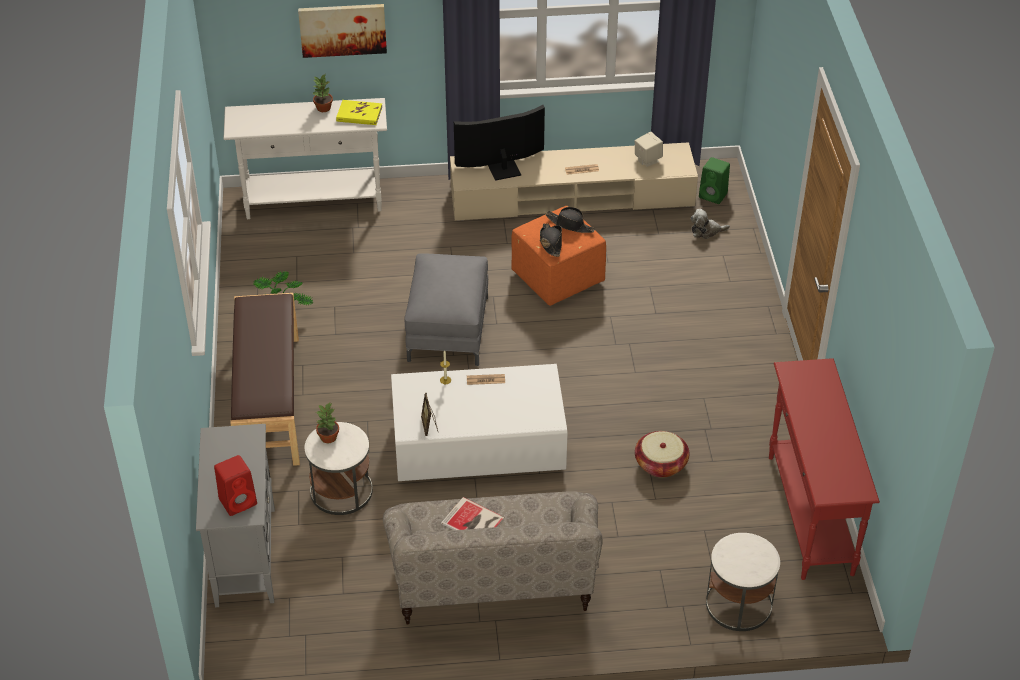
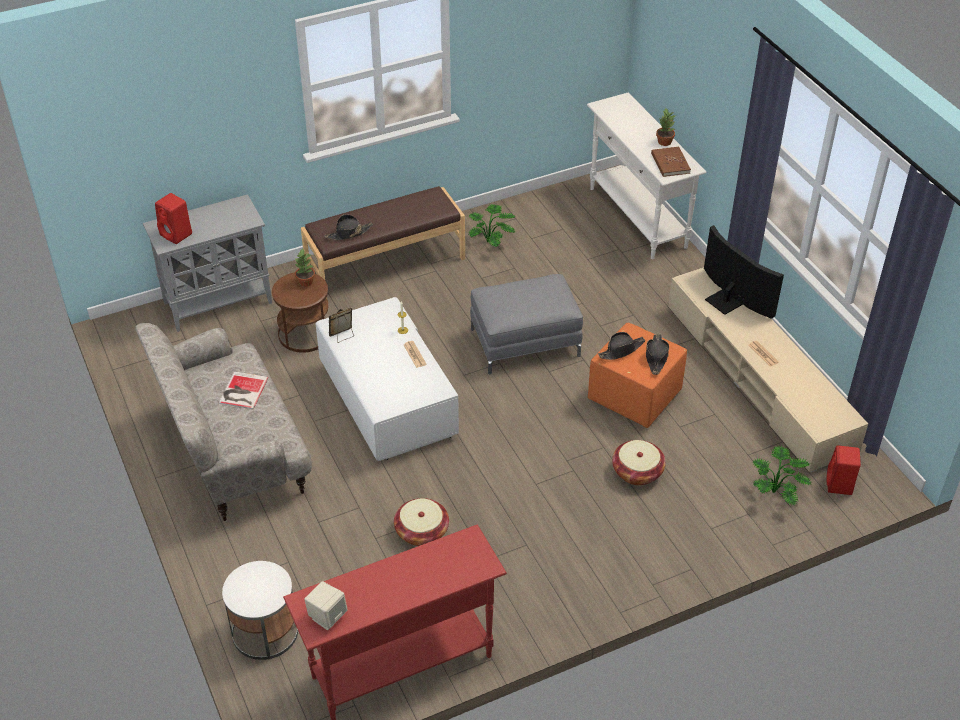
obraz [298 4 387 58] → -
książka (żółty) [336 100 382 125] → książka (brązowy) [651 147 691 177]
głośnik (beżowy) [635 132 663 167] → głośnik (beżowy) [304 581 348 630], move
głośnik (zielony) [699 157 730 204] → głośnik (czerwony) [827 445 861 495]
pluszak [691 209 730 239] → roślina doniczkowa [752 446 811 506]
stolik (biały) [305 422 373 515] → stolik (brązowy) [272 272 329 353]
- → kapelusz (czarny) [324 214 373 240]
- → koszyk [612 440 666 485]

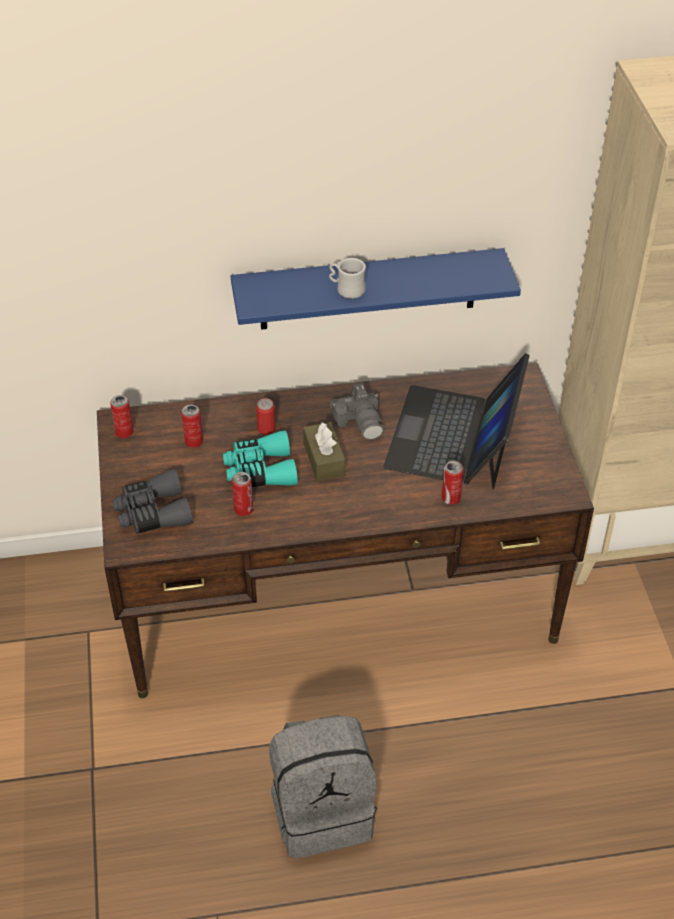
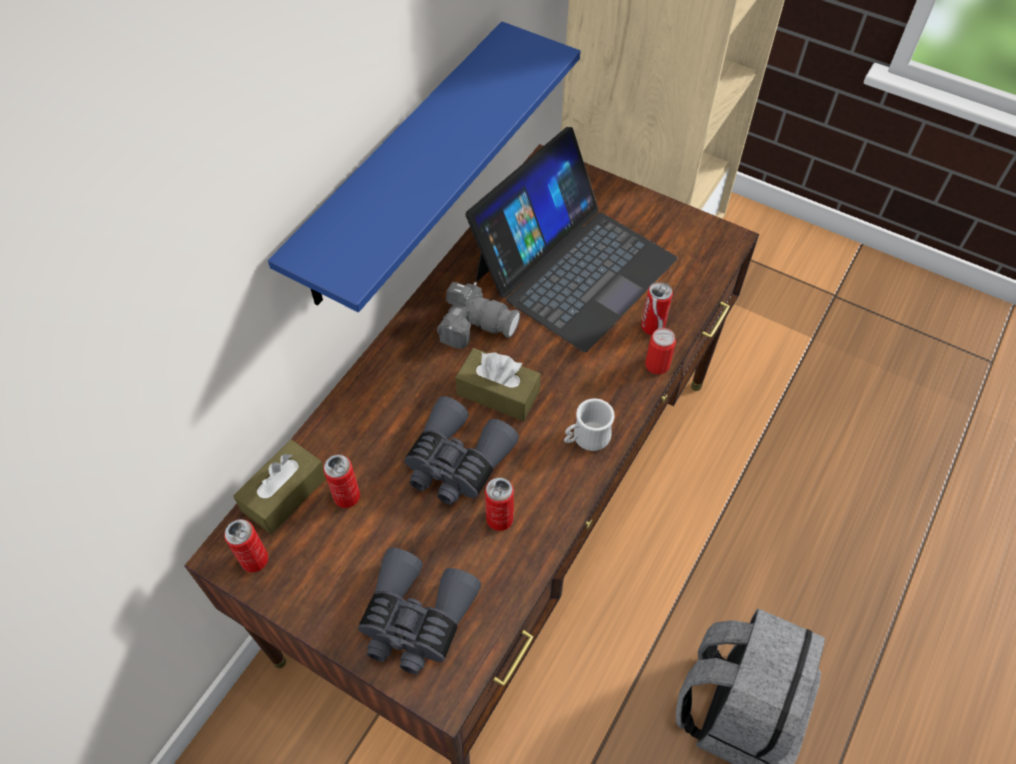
kubek (biały) [329 258 366 299] → kubek (biały) [564 398 615 451], move
laptop [383 353 530 490] → laptop [466 127 677 352], 105 degrees counterclockwise
puszka [256 398 276 435] → puszka [645 328 676 374], move
lornetka (turkusowy) [223 430 298 487] → lornetka (szary) [404 396 519 505]
- → pudełko chusteczek (brązowy) [233 440 326 534]

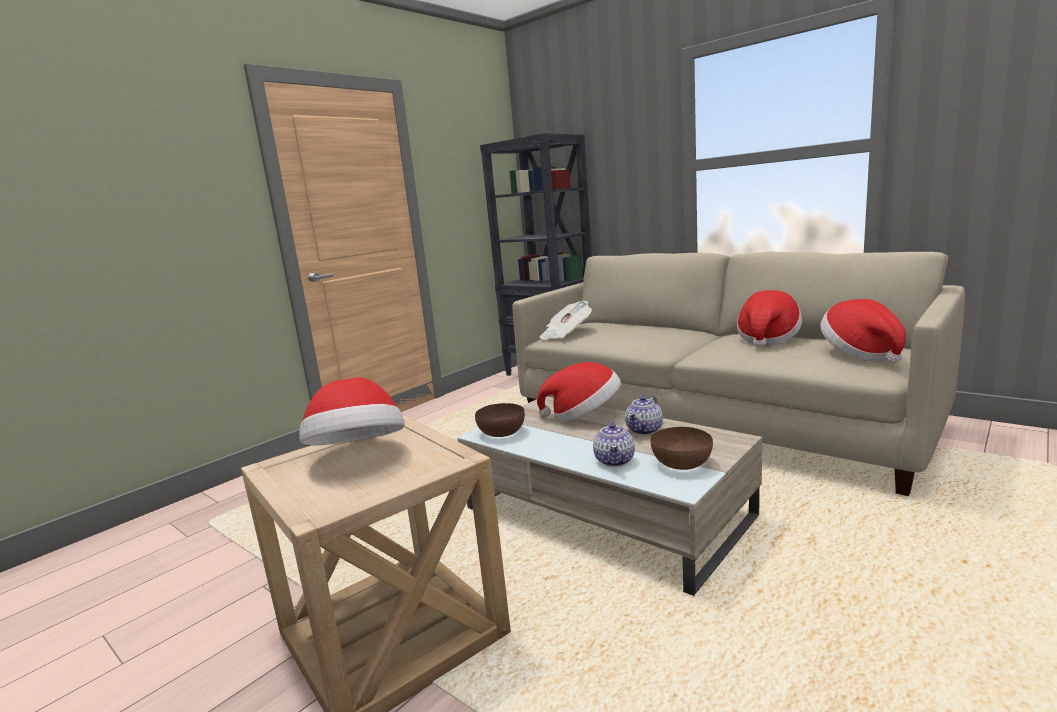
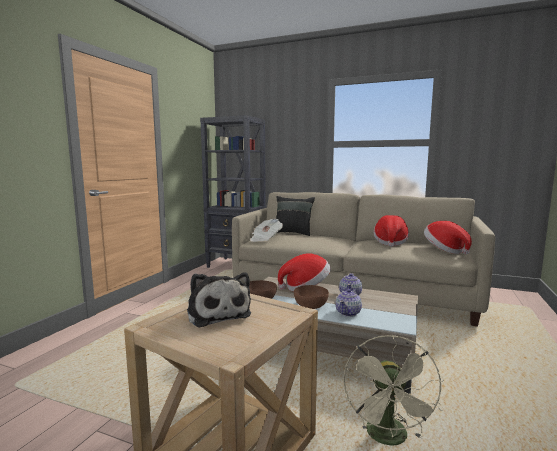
kapelusz [299 377 405 445] → pluszak [187 272 251 328]
imbryk [593 421 635 467] → imbryk [336 289 362 317], 45 degrees clockwise
miska (brązowy) [651 427 713 470] → miska (brązowy) [294 285 329 309], move
- → poduszka (czarny) [276 196 315 236]
- → wentylator (beżowy) [343 335 444 446]

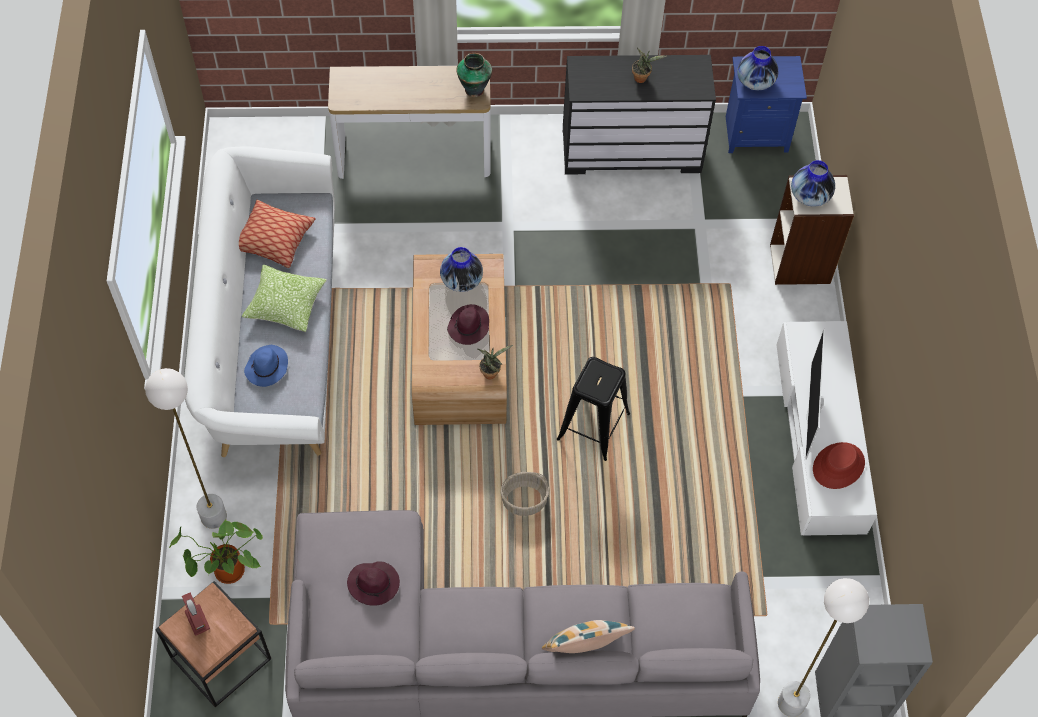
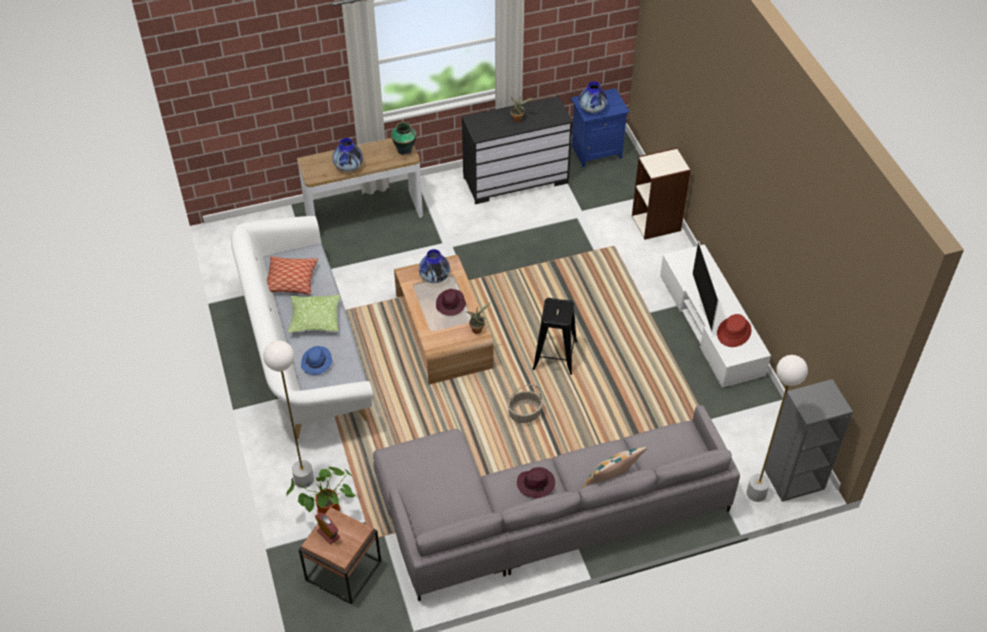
wazon [791 160 835 206] → wazon [333 138 363 172], move
kapelusz (fioletowy) [347 561 400 606] → kapelusz (fioletowy) [517 467 555 498], move

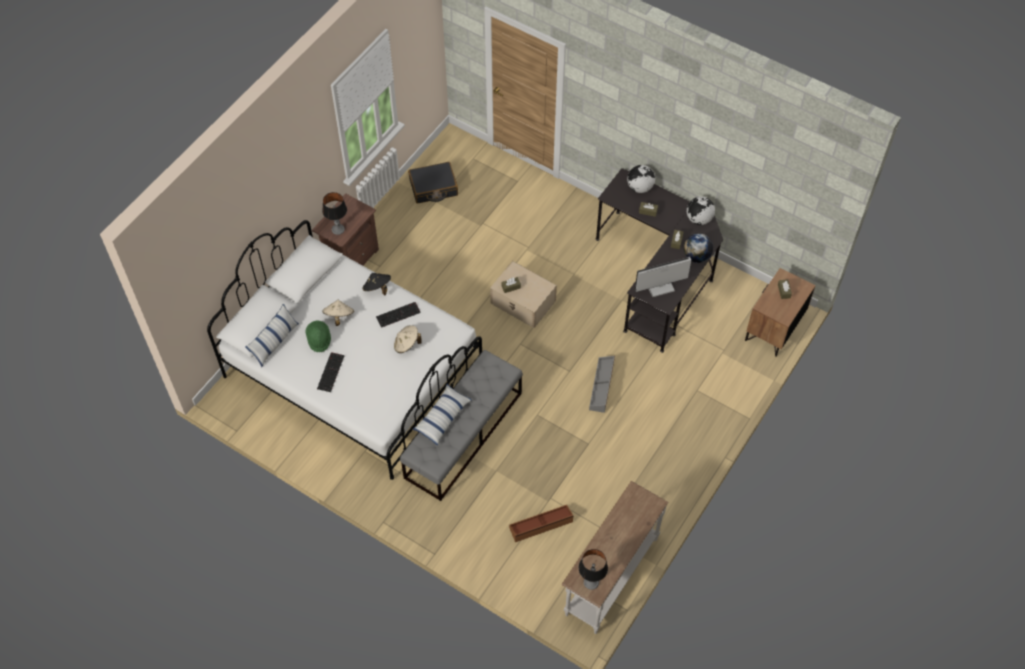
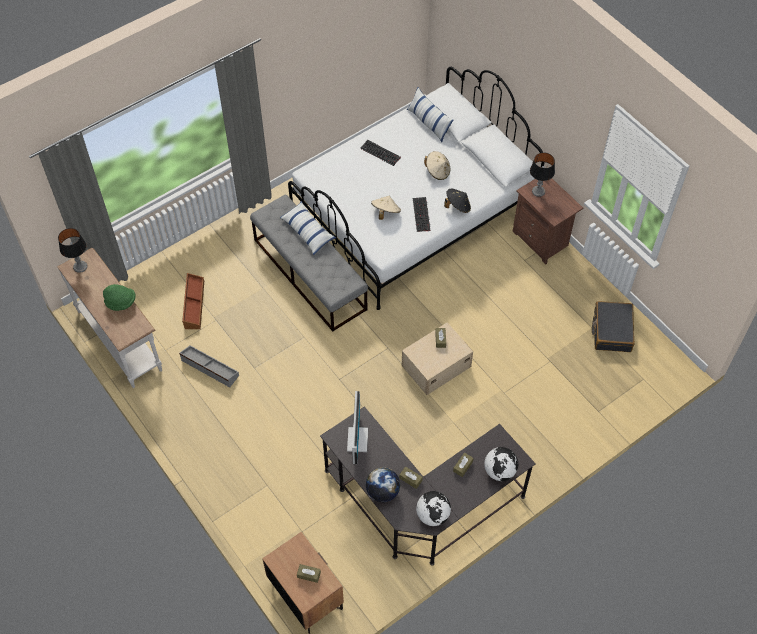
kapelusz (zielony) [305 320 331 352] → kapelusz (zielony) [103 284 136 311], move
pojemnik do przechowywania (szary) [589 356 615 413] → pojemnik do przechowywania (szary) [179 346 239 387], move

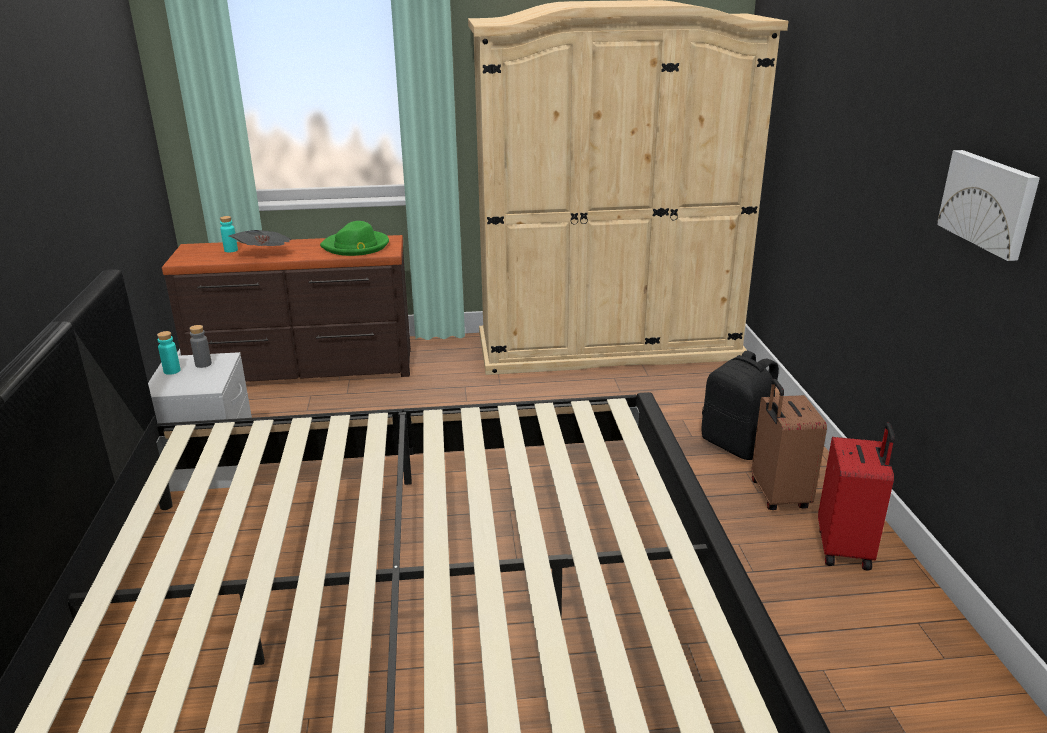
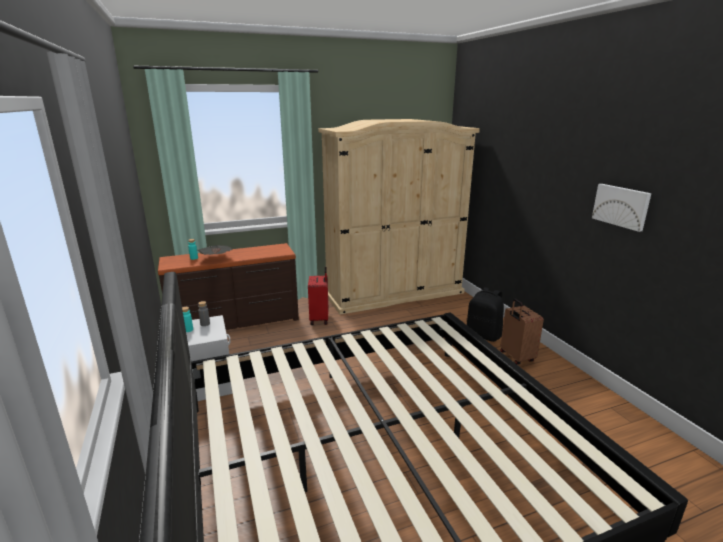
kapelusz (zielony) [320 221 389 256] → -
walizka (czerwony) [818 423 895 571] → walizka (czerwony) [308 267 329 325], move

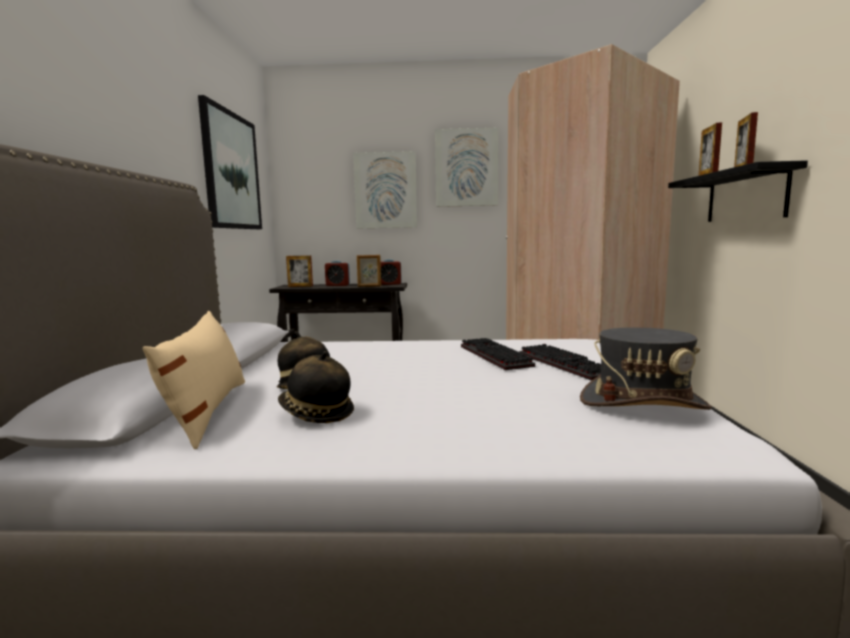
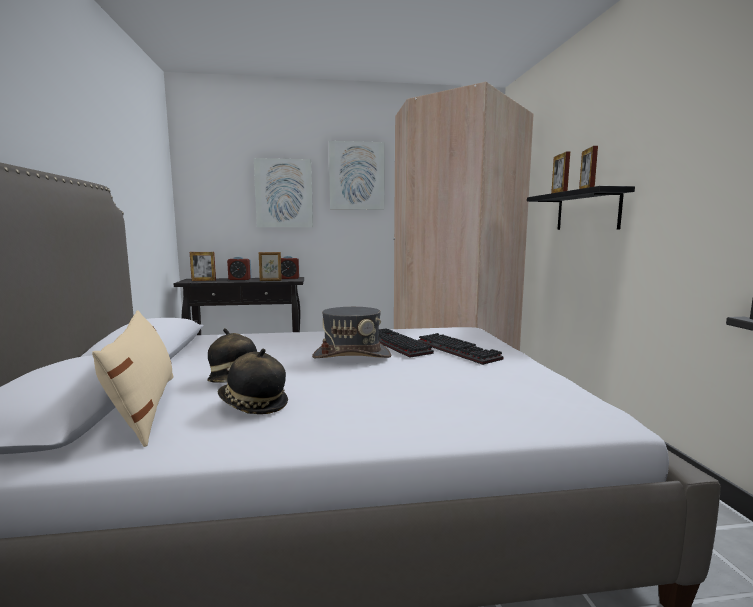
obraz [198 95 262 229] → -
kapelusz (szary) [580 327 712 410] → kapelusz (szary) [312 307 391 358], move

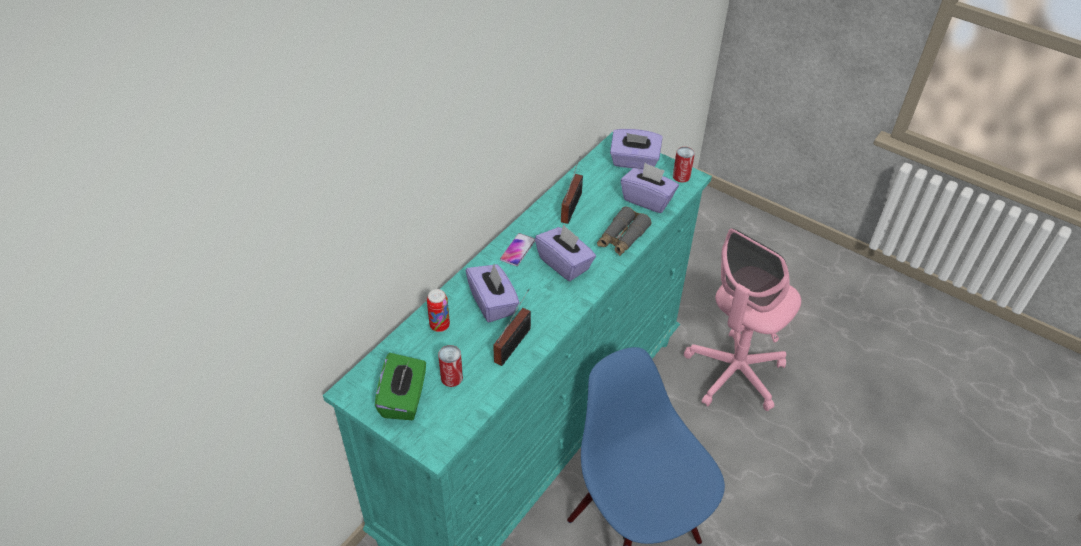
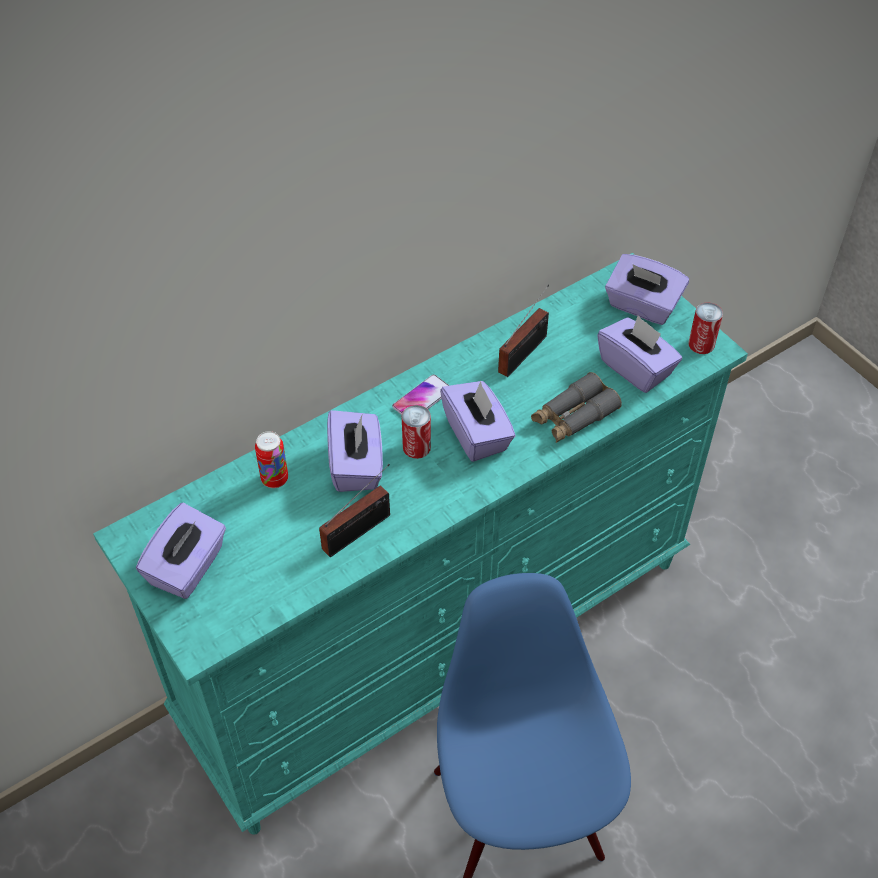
krzesło biurowe (różowy) [684 228 801 411] → -
puszka [438 345 463 387] → puszka [402 405 431 459], move
pudełko chusteczek (zielony) [375 353 426 420] → pudełko chusteczek (fioletowy) [136 503 226 599]

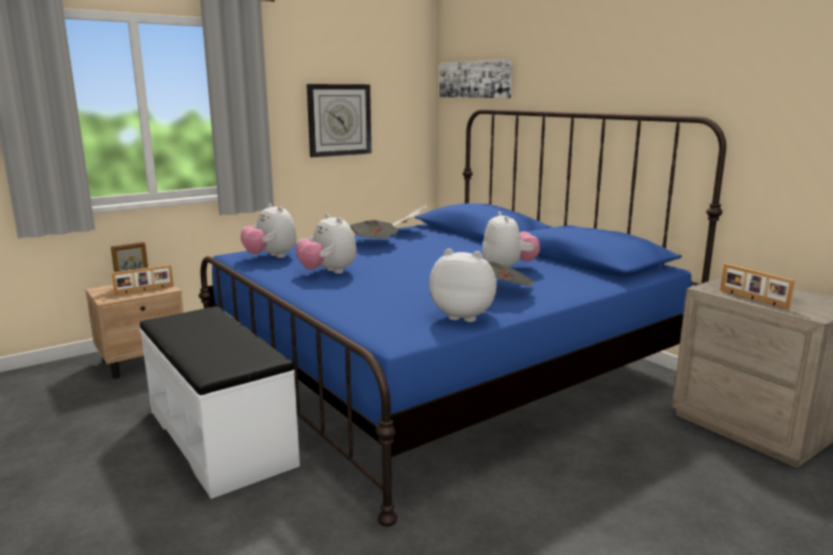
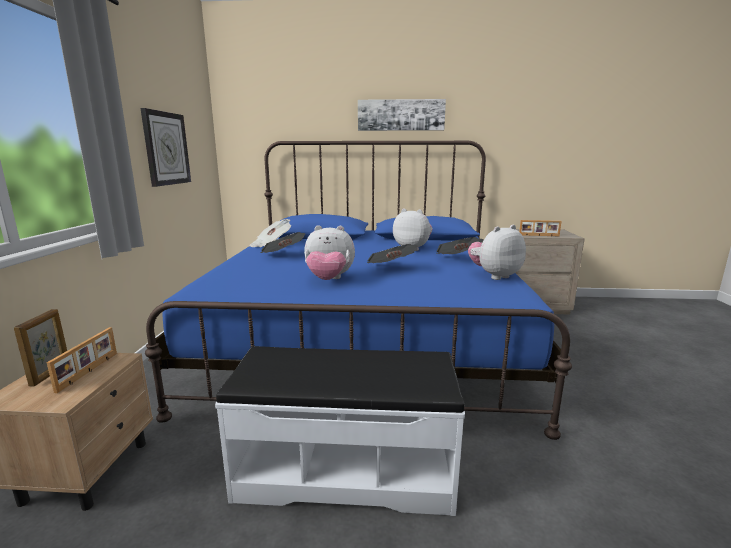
obraz [439 59 513 98] → obraz [358 99 446 131], move
pluszak [241 203 297 258] → -
- → gazeta [367 244 417 263]

